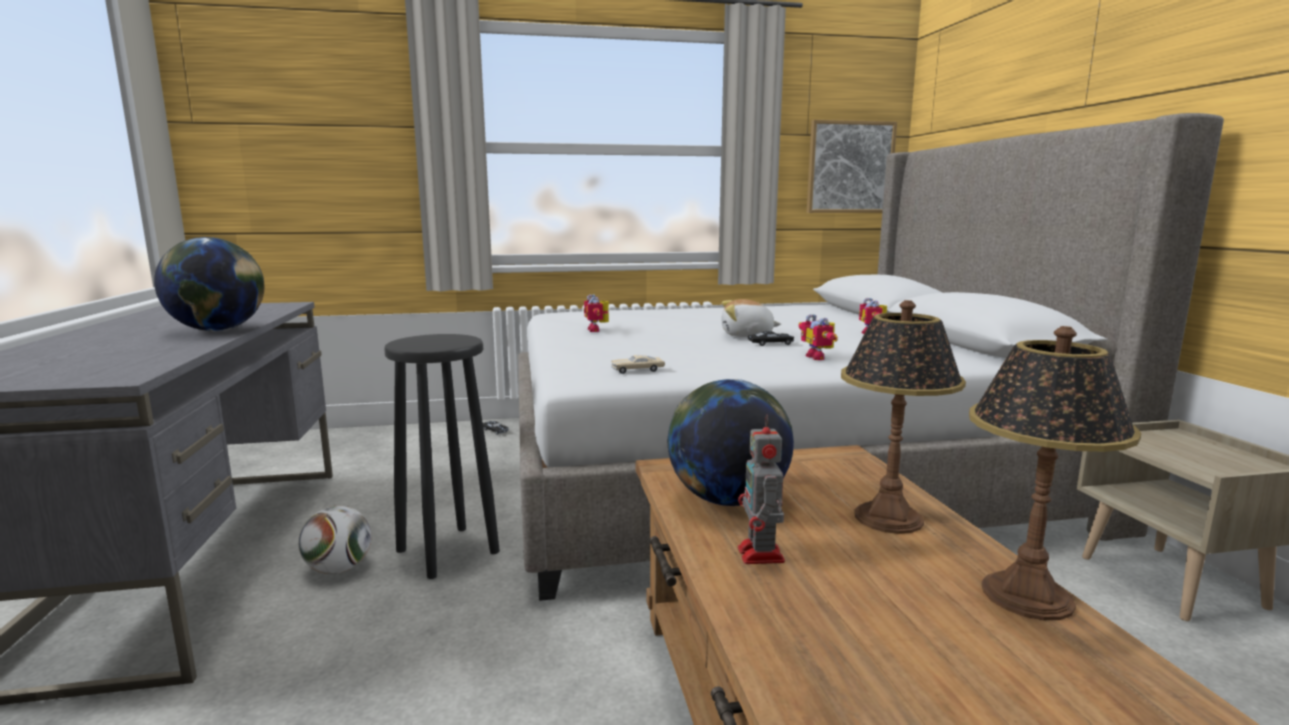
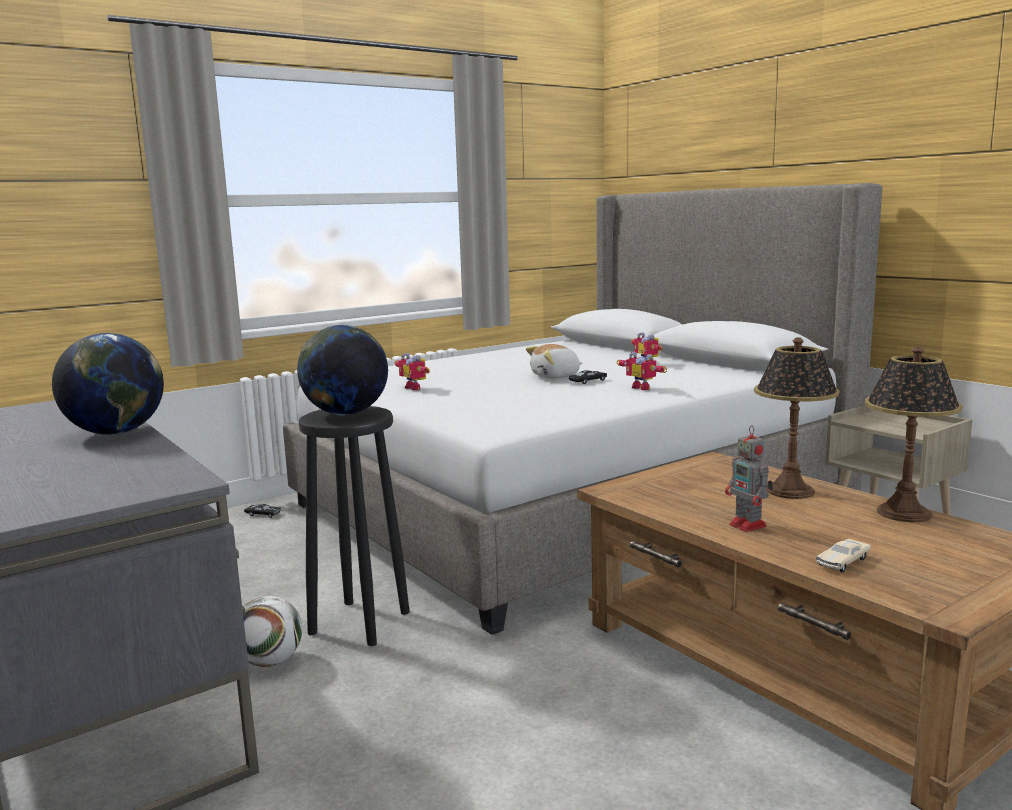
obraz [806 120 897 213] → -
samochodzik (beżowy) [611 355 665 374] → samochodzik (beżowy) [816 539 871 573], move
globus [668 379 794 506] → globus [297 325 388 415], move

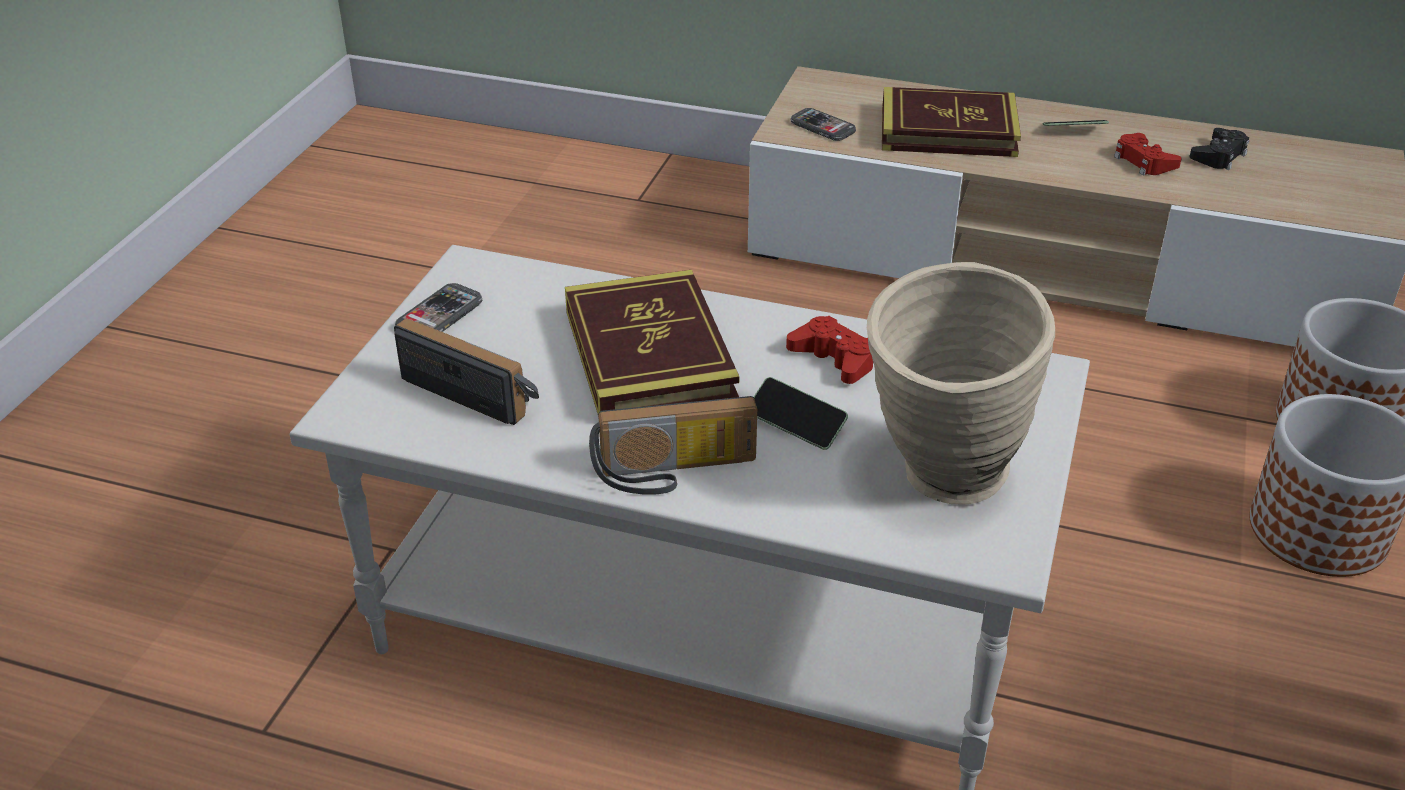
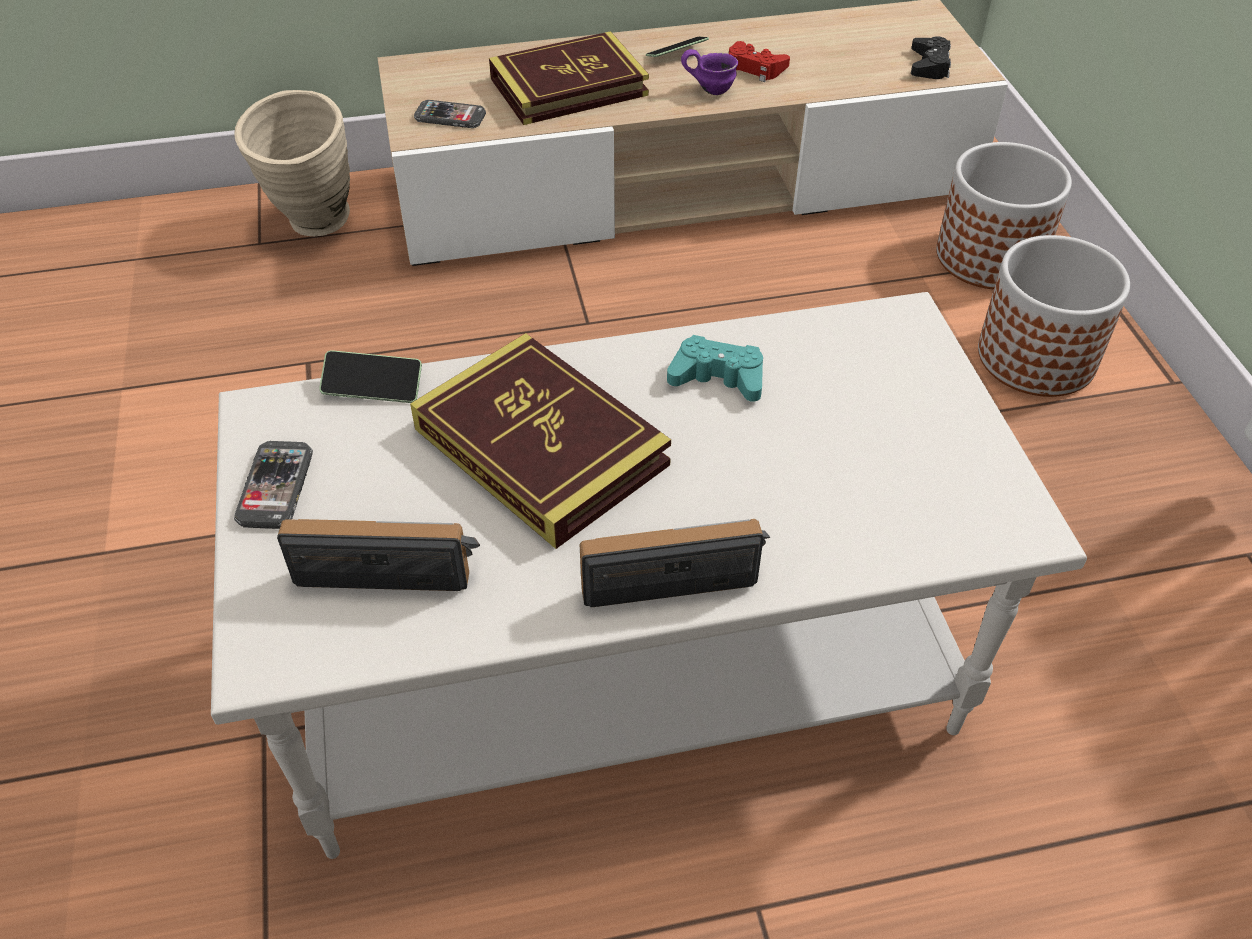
pad do gier (czarny) [1189 128 1250 170] → pad do gier (czarny) [911 36 951 79], move
wazon (beżowy) [867 262 1055 505] → wazon (beżowy) [235 90 350 236], move
pad do gier (czerwony) [786 316 873 384] → pad do gier (turkusowy) [667 335 763 402]
telefon [754 377 848 450] → telefon [319 350 422 403], move
radio [589 396 757 495] → radio [580 519 770 607], 150 degrees counterclockwise
- → kubek (fioletowy) [681 49 738 95]

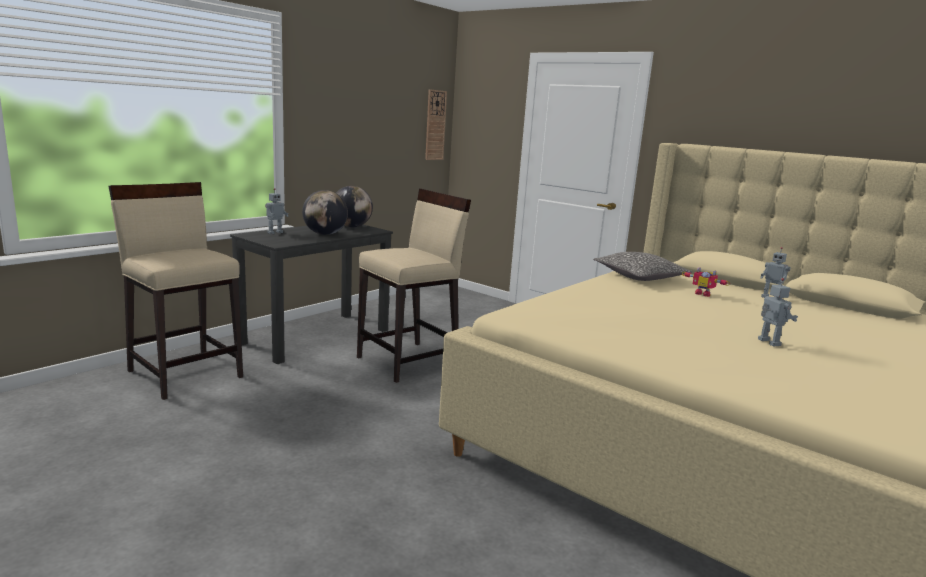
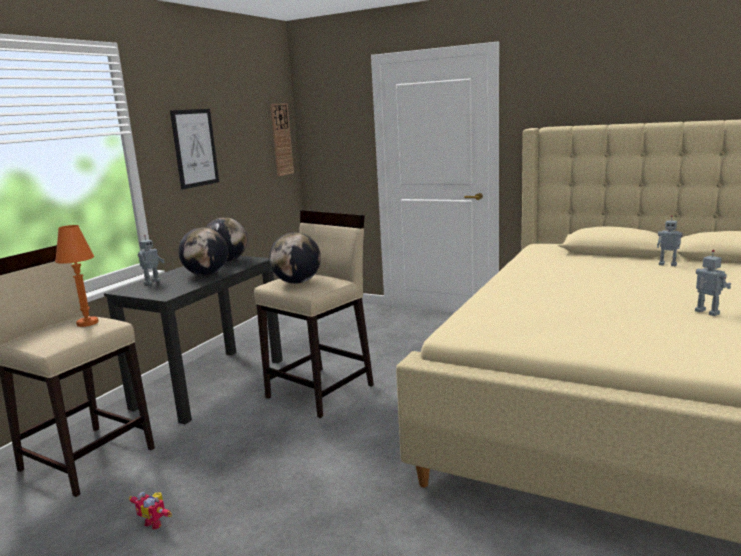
poduszka [593 252 693 281] → -
robot zabawkowy [682 267 730 297] → robot zabawkowy [128 492 172 530], move
- → obraz [170 109 219 190]
- → lampa stołowa (pomarańczowy) [55 225 98 327]
- → globus [269 232 321 284]

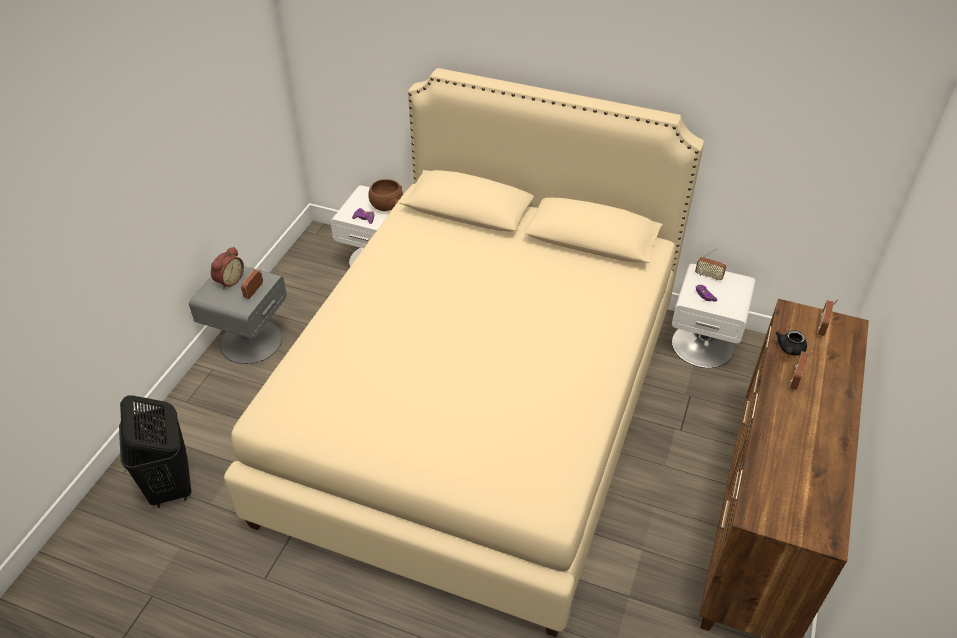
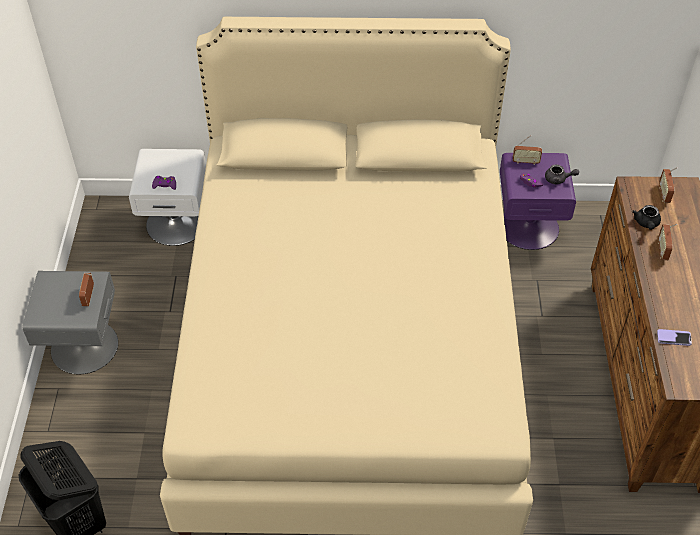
miska (brązowy) [368 179 403 211] → -
budzik [211 247 244 289] → -
szafka nocna (biały) [672 264 756 368] → szafka nocna (fioletowy) [500 153 576 250]
- → imbryk (szary) [545 165 579 185]
- → telefon [657 329 692 346]

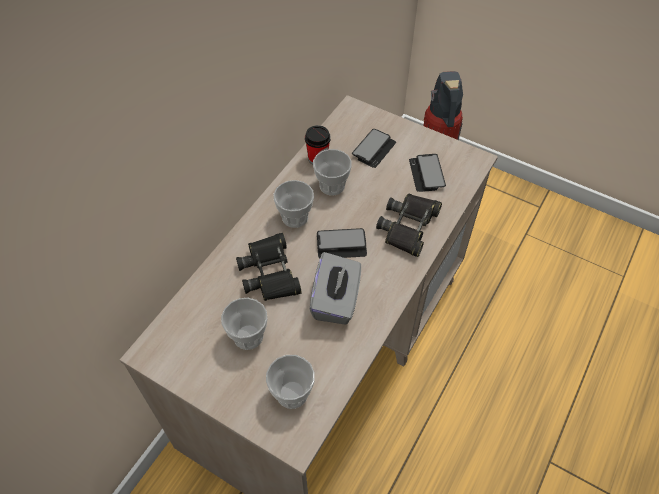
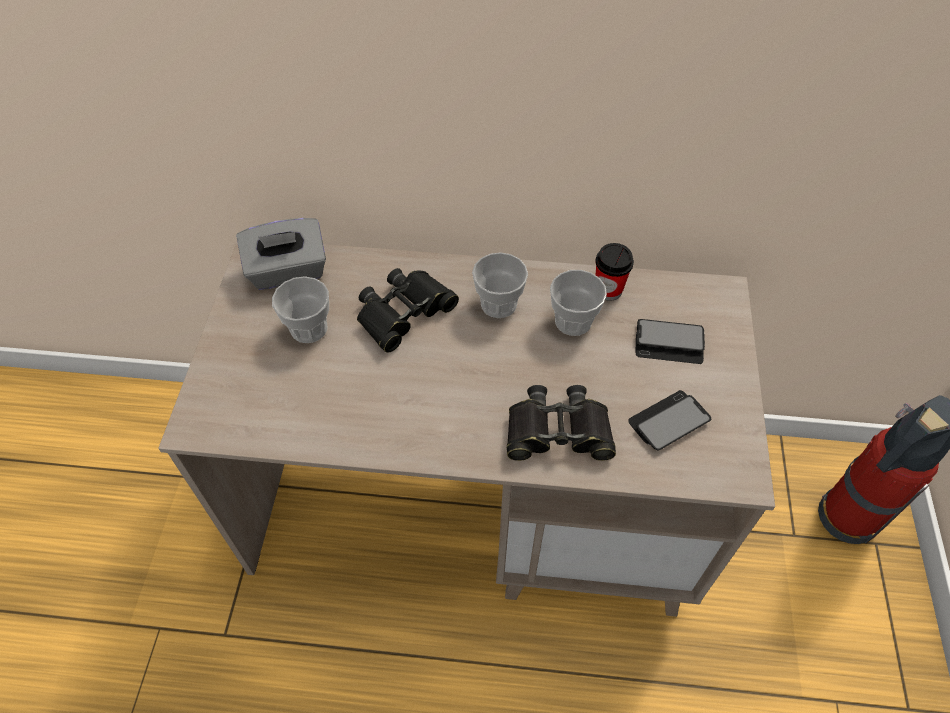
telefon [317 228 367 259] → -
pudełko chusteczek (szary) [310 252 361 325] → pudełko chusteczek (szary) [236 218 326 290], move
filiżanka [266 355 315 409] → -

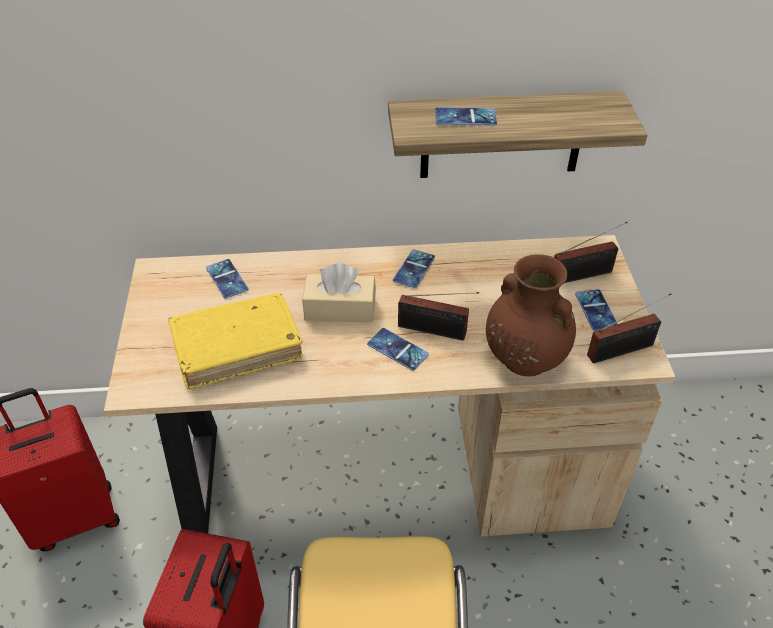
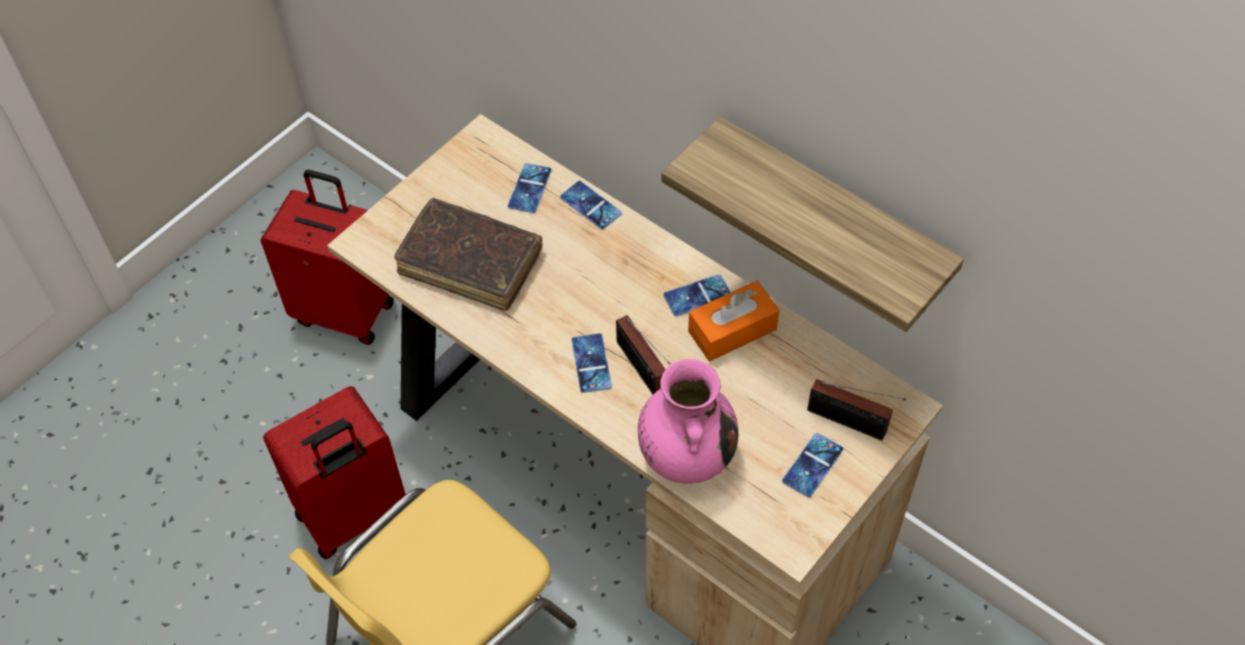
telefon [435 107 497 126] → telefon [560 181 622 229], move
wazon (brązowy) [486 254 576 377] → wazon (różowy) [638 359 738 484]
pudełko chusteczek (beżowy) [302 263 376 323] → -
książka (żółty) [168 293 303 389] → książka (brązowy) [394 198 542 311]
radio [587 293 671 364] → -
- → pudełko chusteczek (pomarańczowy) [688 281 779 361]

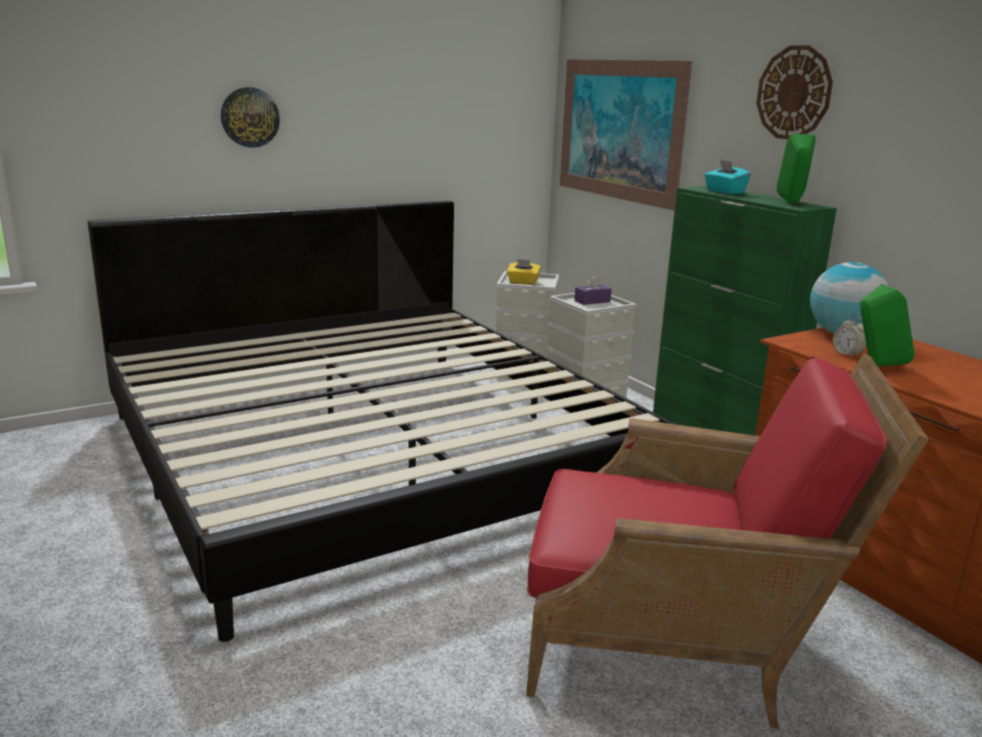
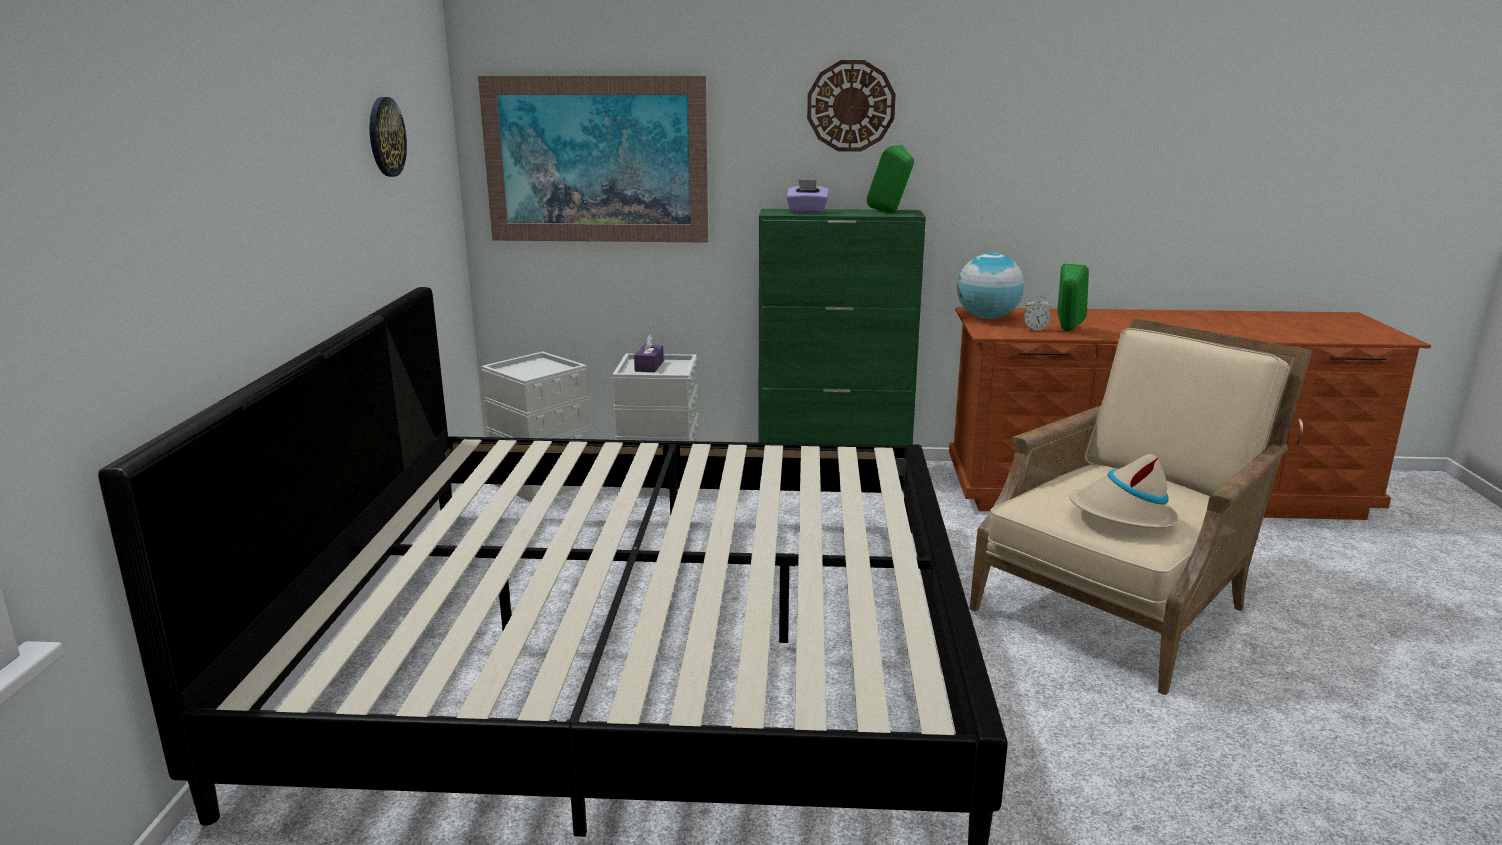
zegar ścienny [221 87 280 148] → zegar ścienny [370 97 407 177], move
pudełko chusteczek (turkusowy) [704 160 751 194] → pudełko chusteczek (fioletowy) [786 180 829 214]
pudełko chusteczek (żółty) [507 259 541 285] → -
fotel (czerwony) [526 354 929 729] → fotel (beżowy) [970 318 1313 695]
- → kapelusz (beżowy) [1069 454 1178 528]

